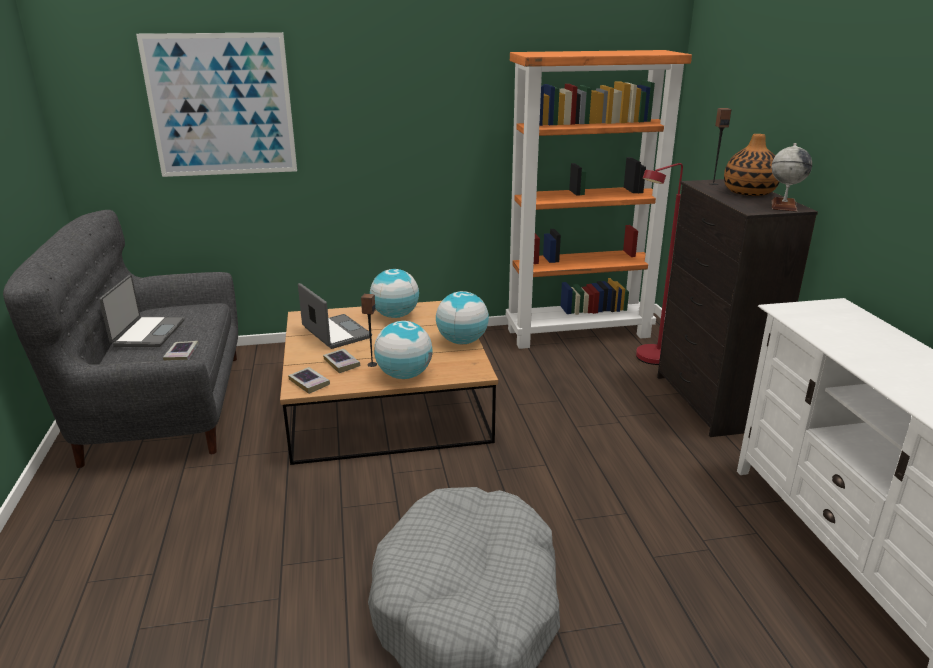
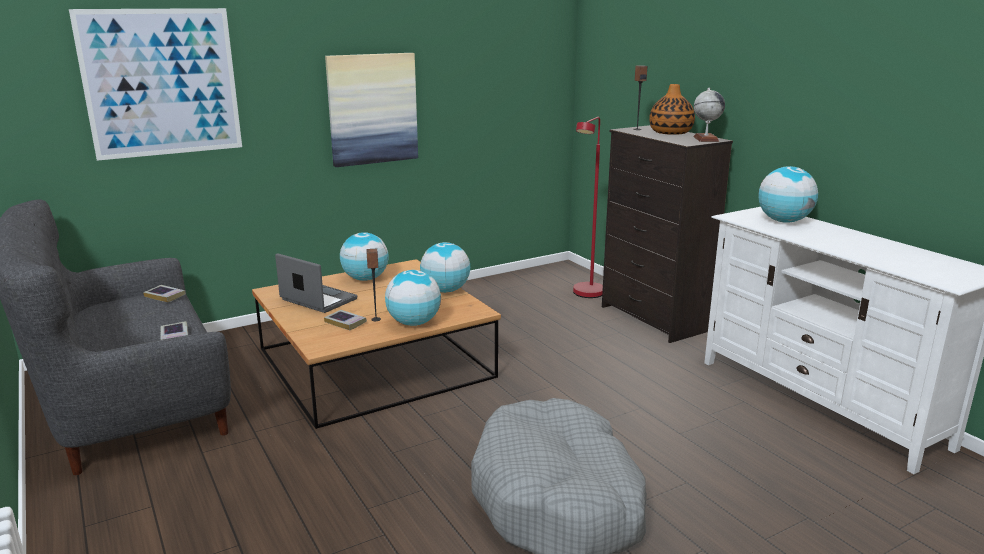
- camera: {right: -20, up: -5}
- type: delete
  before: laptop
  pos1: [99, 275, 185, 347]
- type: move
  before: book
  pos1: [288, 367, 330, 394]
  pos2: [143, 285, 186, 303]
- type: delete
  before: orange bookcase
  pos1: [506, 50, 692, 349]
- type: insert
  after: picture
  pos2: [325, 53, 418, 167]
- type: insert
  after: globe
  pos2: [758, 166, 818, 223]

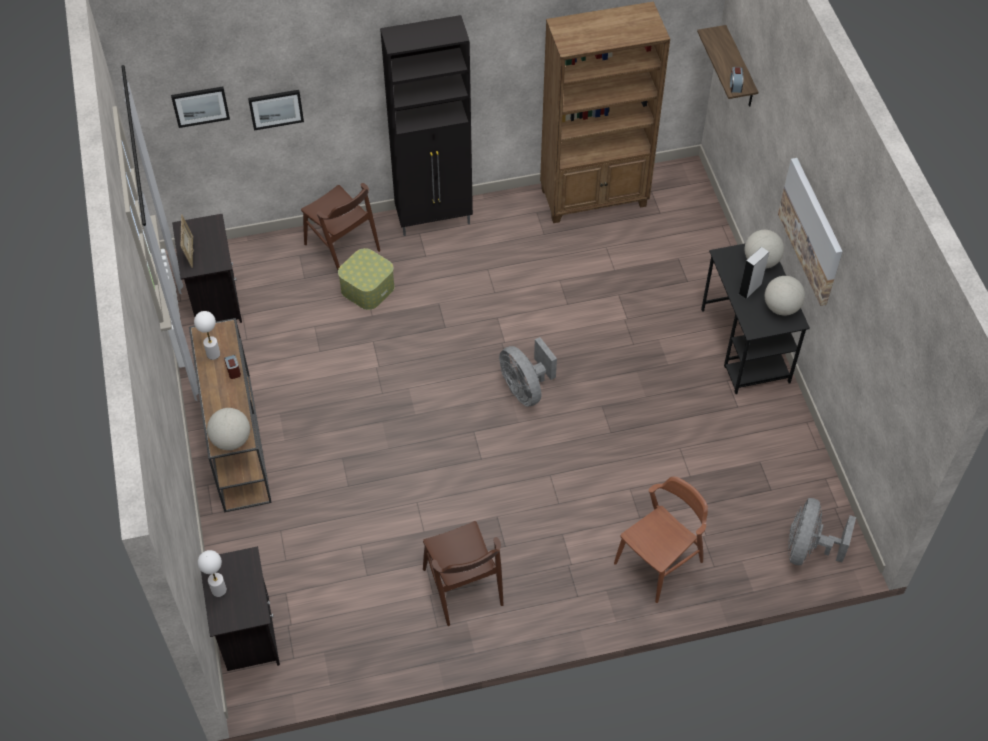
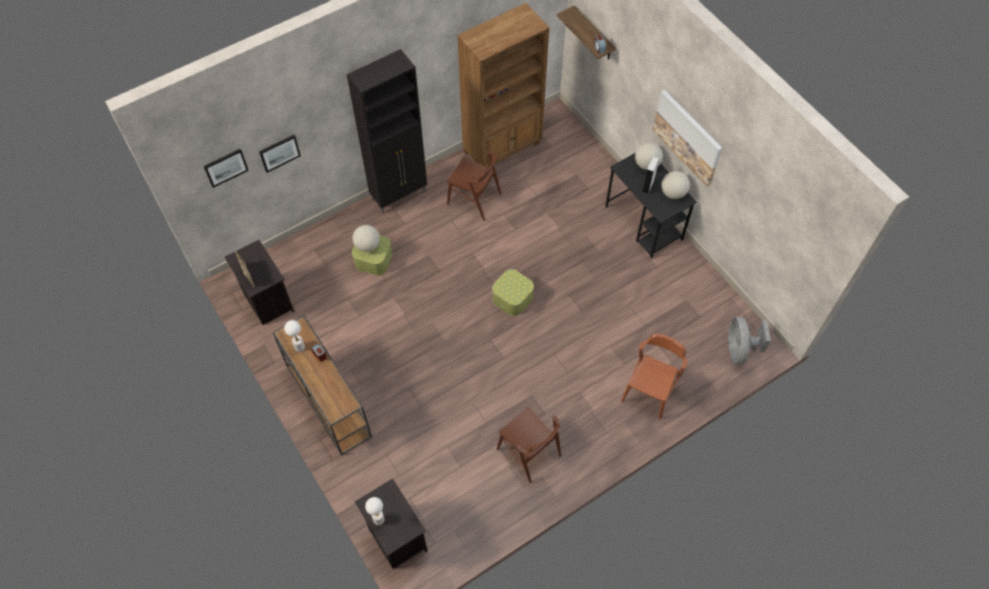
- camera: {right: -20, up: 5}
- type: move
  before: globe
  pos1: [207, 408, 250, 450]
  pos2: [352, 225, 380, 252]
- type: move
  before: brown chair
  pos1: [301, 183, 380, 270]
  pos2: [447, 151, 502, 221]
- type: replace
  before: grey fan
  after: storage box
  pos1: [499, 337, 557, 407]
  pos2: [492, 269, 534, 316]

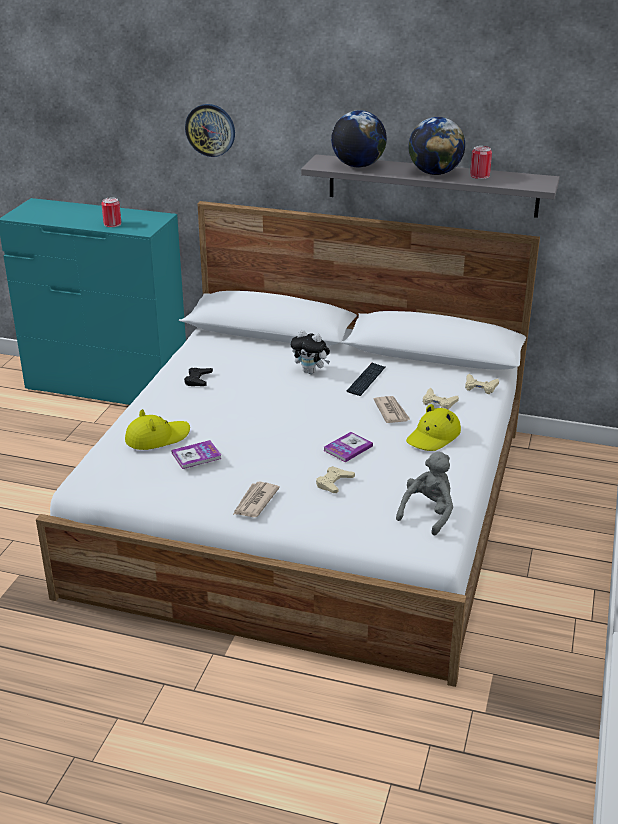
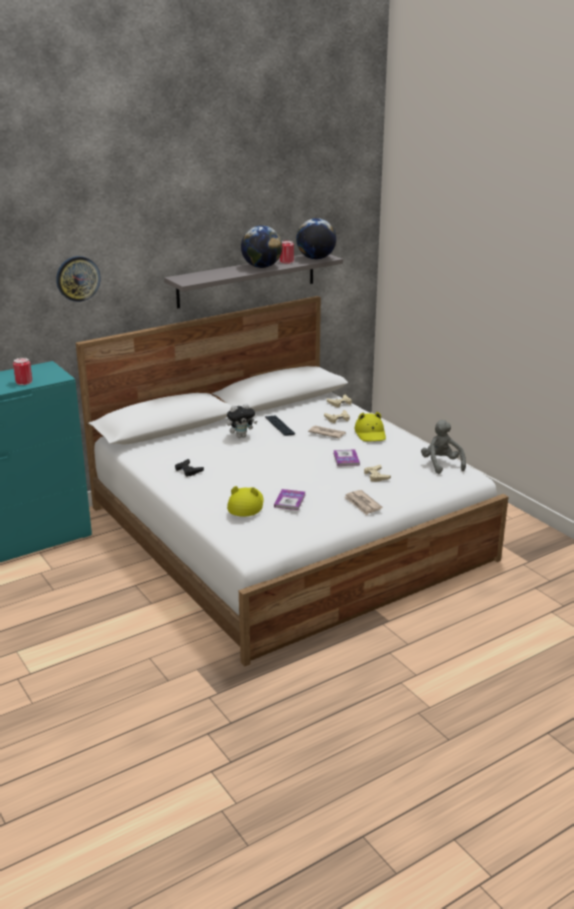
- camera: {right: -50, up: -5}
- type: move
  before: globe
  pos1: [331, 110, 387, 168]
  pos2: [296, 218, 336, 259]

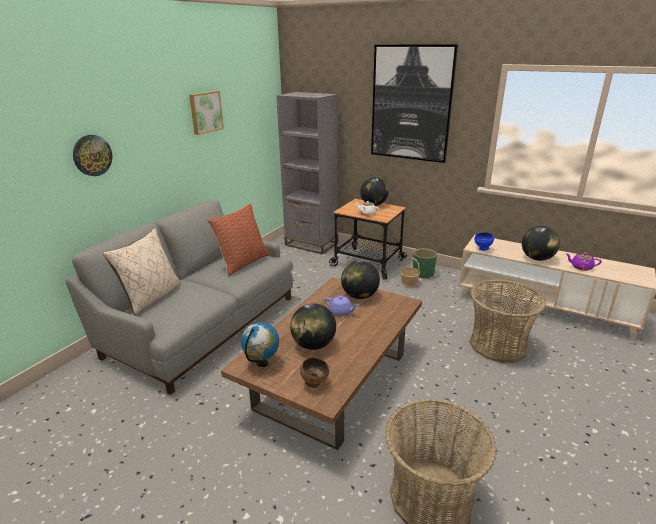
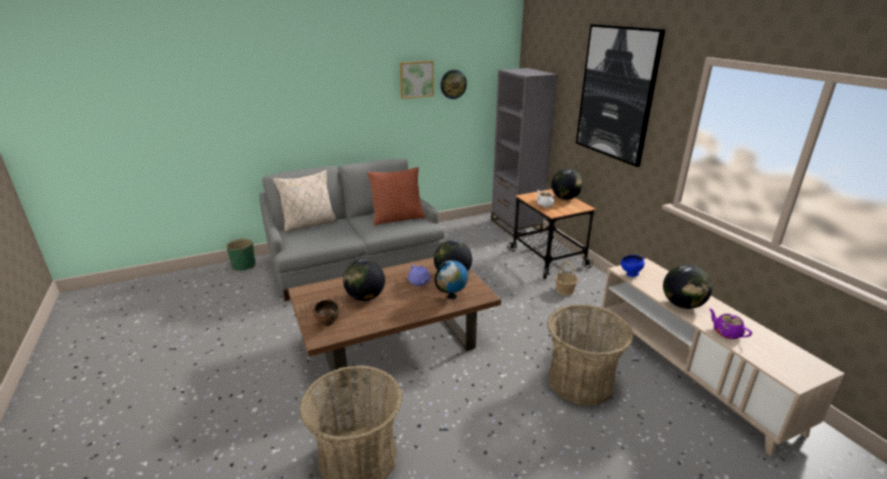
- camera: {right: 35, up: 0}
- type: move
  before: wall clock
  pos1: [73, 135, 112, 176]
  pos2: [440, 70, 467, 99]
- type: move
  before: globe
  pos1: [241, 322, 279, 367]
  pos2: [435, 260, 468, 300]
- type: move
  before: green planter
  pos1: [413, 248, 437, 279]
  pos2: [226, 239, 256, 271]

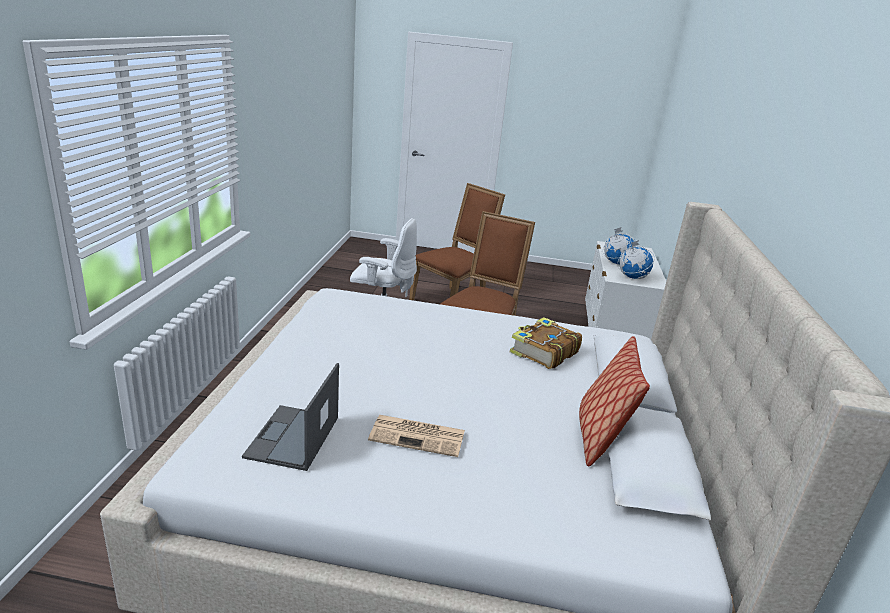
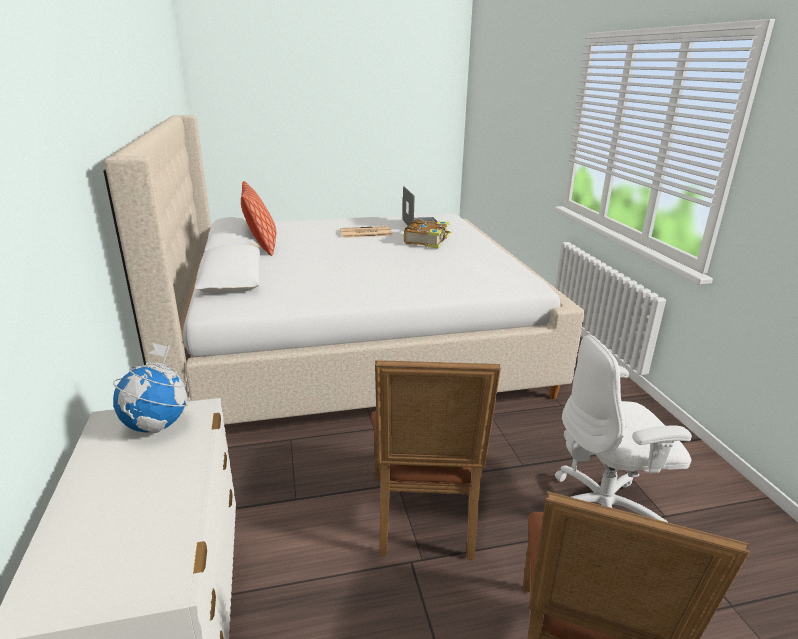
- camera: {right: 160, up: 0}
- type: move
  before: book
  pos1: [510, 317, 582, 369]
  pos2: [404, 219, 452, 248]
- type: delete
  before: globe
  pos1: [602, 227, 637, 264]

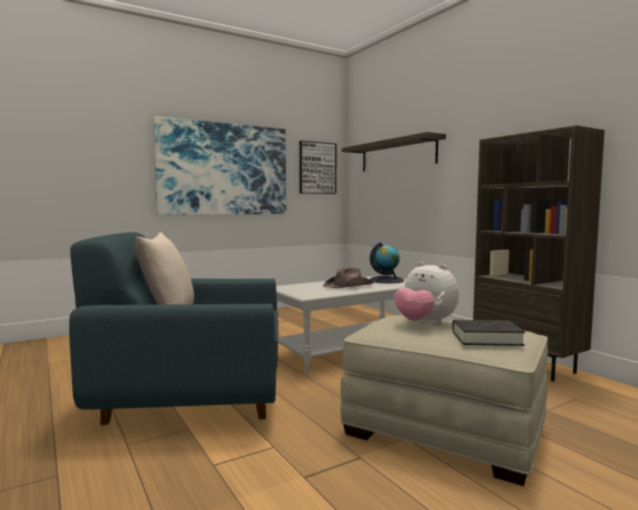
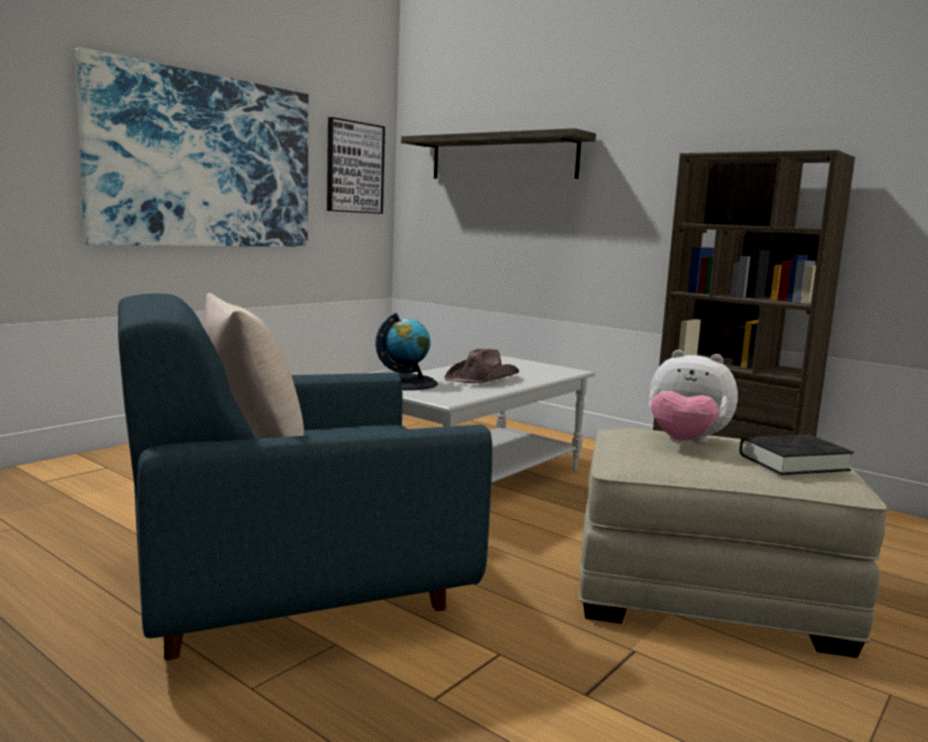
- camera: {right: -20, up: 5}
- type: move
  before: globe
  pos1: [370, 242, 404, 283]
  pos2: [375, 313, 438, 390]

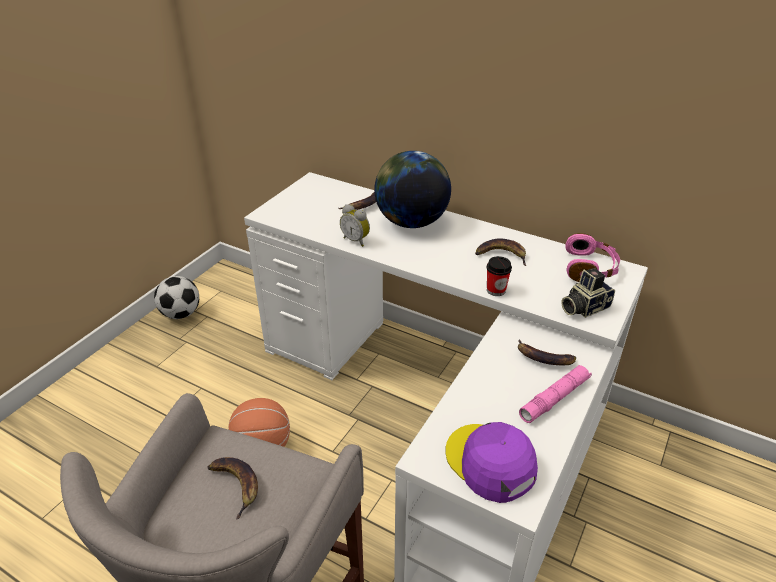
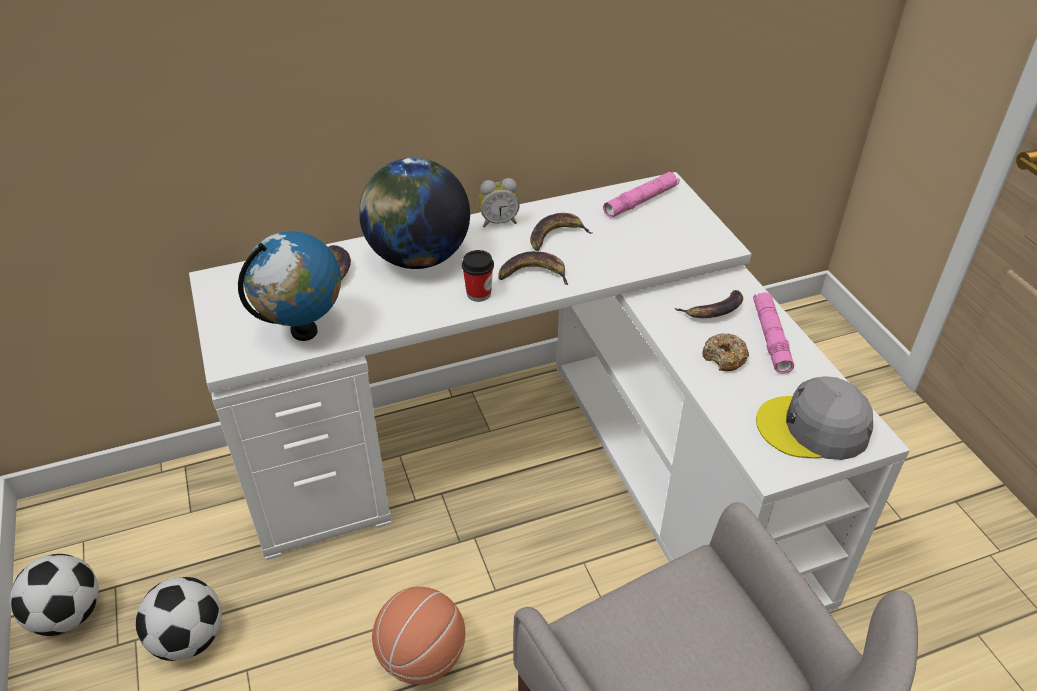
- camera: {right: -50, up: 5}
- type: move
  before: banana
  pos1: [207, 457, 258, 520]
  pos2: [498, 251, 568, 285]
- type: move
  before: alarm clock
  pos1: [340, 204, 370, 247]
  pos2: [478, 178, 520, 228]
- type: recolor
  before: purple cap
  after: grey cap
  pos1: [446, 422, 538, 503]
  pos2: [756, 376, 873, 460]
- type: move
  before: cup
  pos1: [486, 256, 512, 296]
  pos2: [462, 250, 494, 302]
- type: delete
  before: photo camera
  pos1: [561, 268, 615, 318]
- type: replace
  before: pink headphones
  after: pink flashlight
  pos1: [565, 233, 620, 282]
  pos2: [603, 172, 680, 218]
- type: insert
  after: football
  pos2: [136, 577, 222, 661]
- type: insert
  after: globe
  pos2: [238, 231, 341, 341]
- type: insert
  after: donut
  pos2: [702, 333, 749, 371]

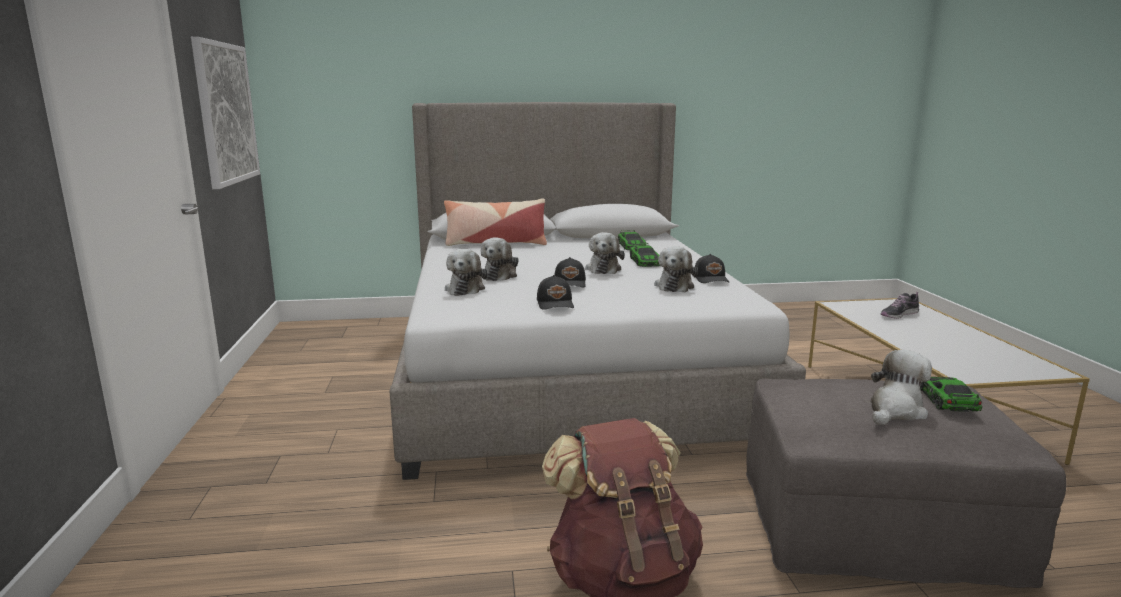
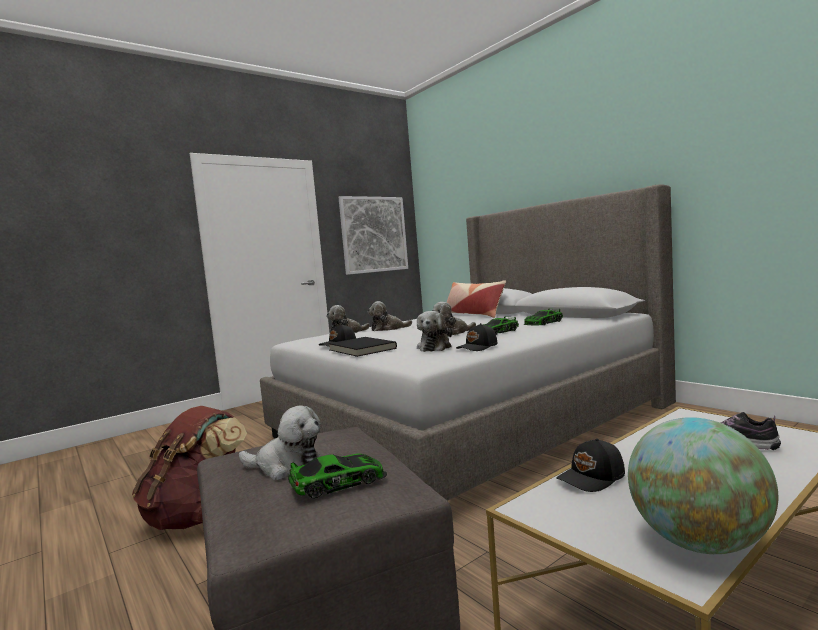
- camera: {right: 60, up: -10}
- type: move
  before: black cap
  pos1: [554, 257, 586, 287]
  pos2: [556, 438, 625, 492]
- type: rotate
  before: plush toy
  pos1: [654, 246, 698, 293]
  pos2: [417, 311, 452, 352]
  turn: -60
- type: insert
  after: black book
  pos2: [329, 337, 397, 357]
- type: insert
  after: globe
  pos2: [628, 417, 778, 554]

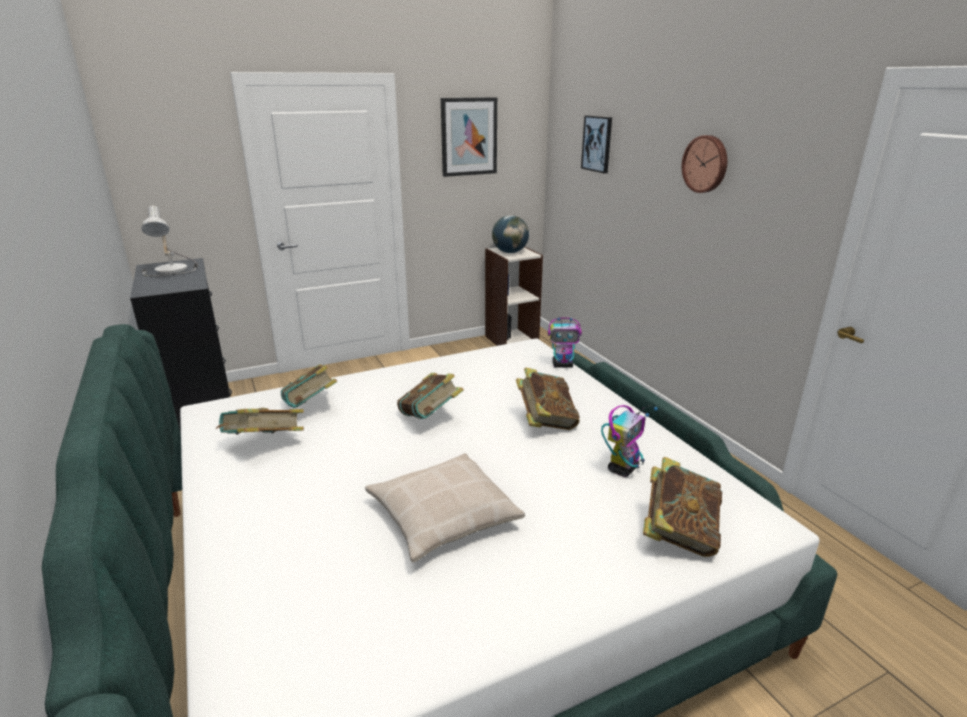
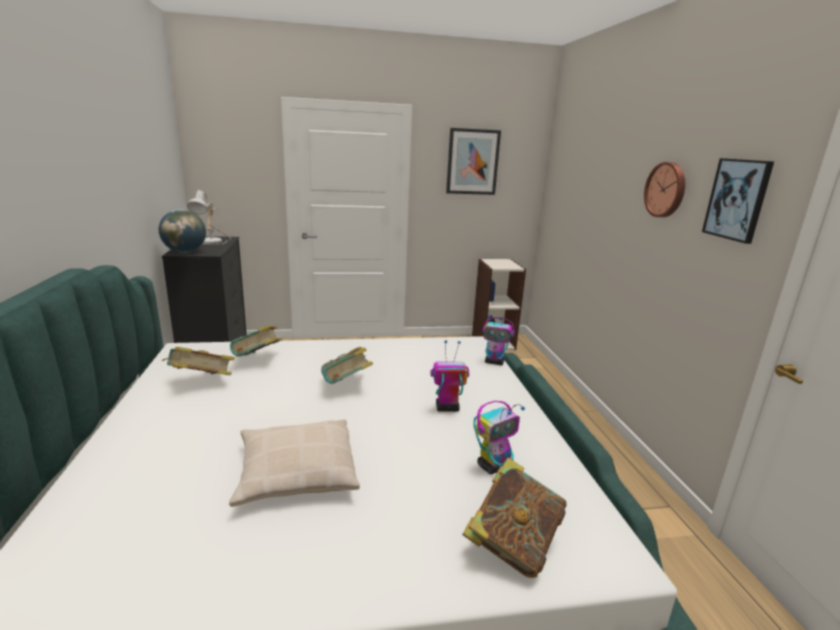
- camera: {right: 15, up: -5}
- type: move
  before: globe
  pos1: [492, 215, 529, 253]
  pos2: [159, 209, 206, 253]
- type: replace
  before: book
  after: toy robot
  pos1: [516, 367, 580, 430]
  pos2: [430, 340, 469, 412]
- type: move
  before: picture
  pos1: [581, 116, 612, 173]
  pos2: [702, 158, 774, 244]

